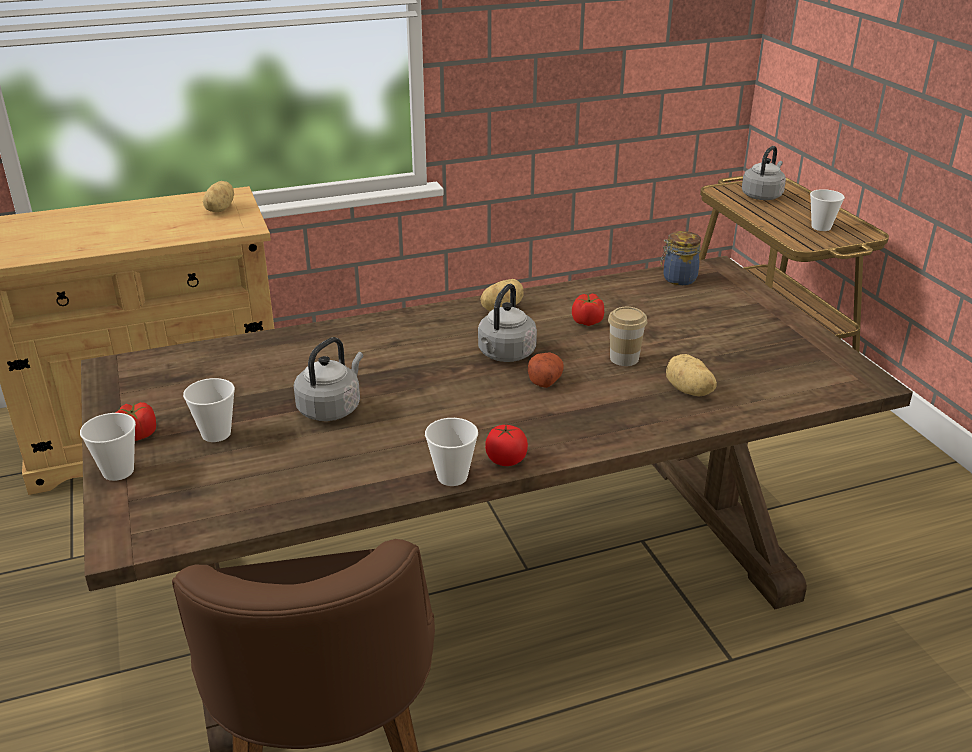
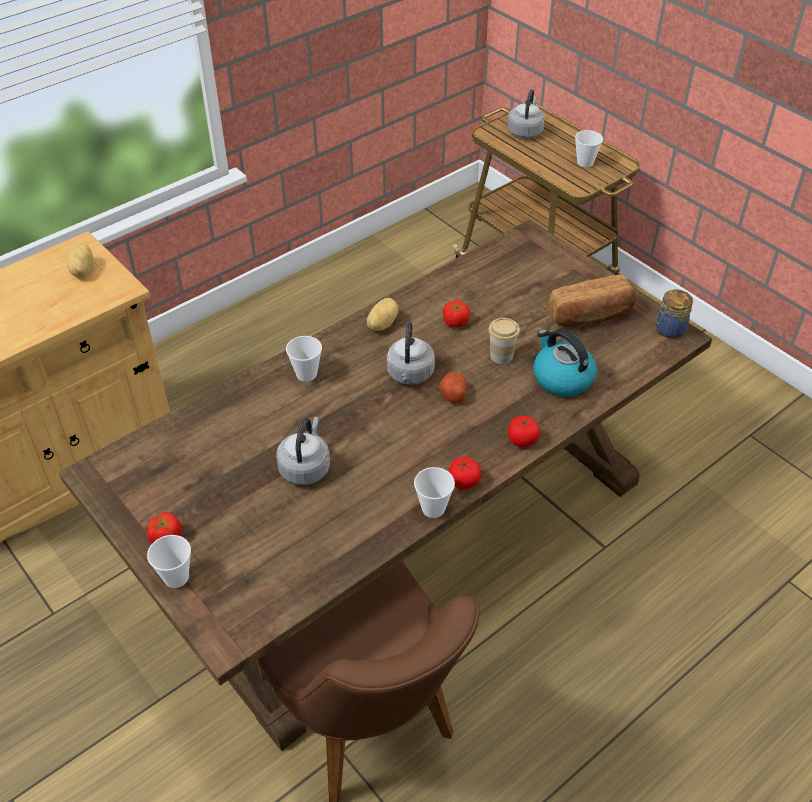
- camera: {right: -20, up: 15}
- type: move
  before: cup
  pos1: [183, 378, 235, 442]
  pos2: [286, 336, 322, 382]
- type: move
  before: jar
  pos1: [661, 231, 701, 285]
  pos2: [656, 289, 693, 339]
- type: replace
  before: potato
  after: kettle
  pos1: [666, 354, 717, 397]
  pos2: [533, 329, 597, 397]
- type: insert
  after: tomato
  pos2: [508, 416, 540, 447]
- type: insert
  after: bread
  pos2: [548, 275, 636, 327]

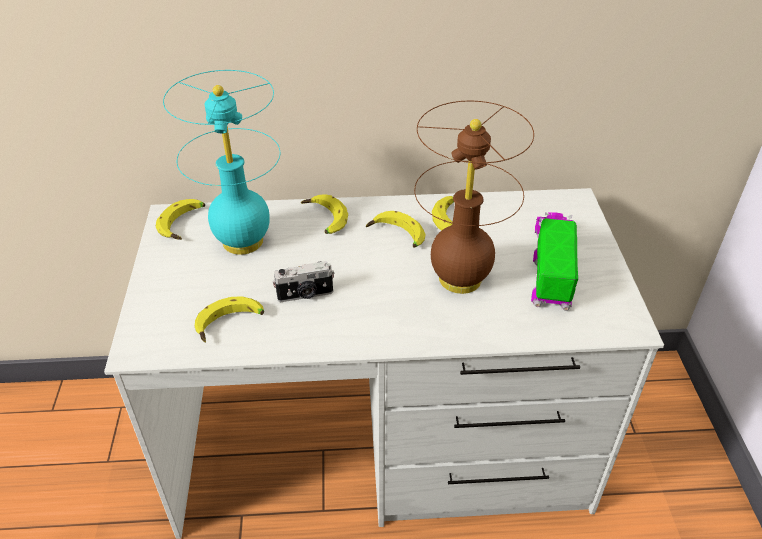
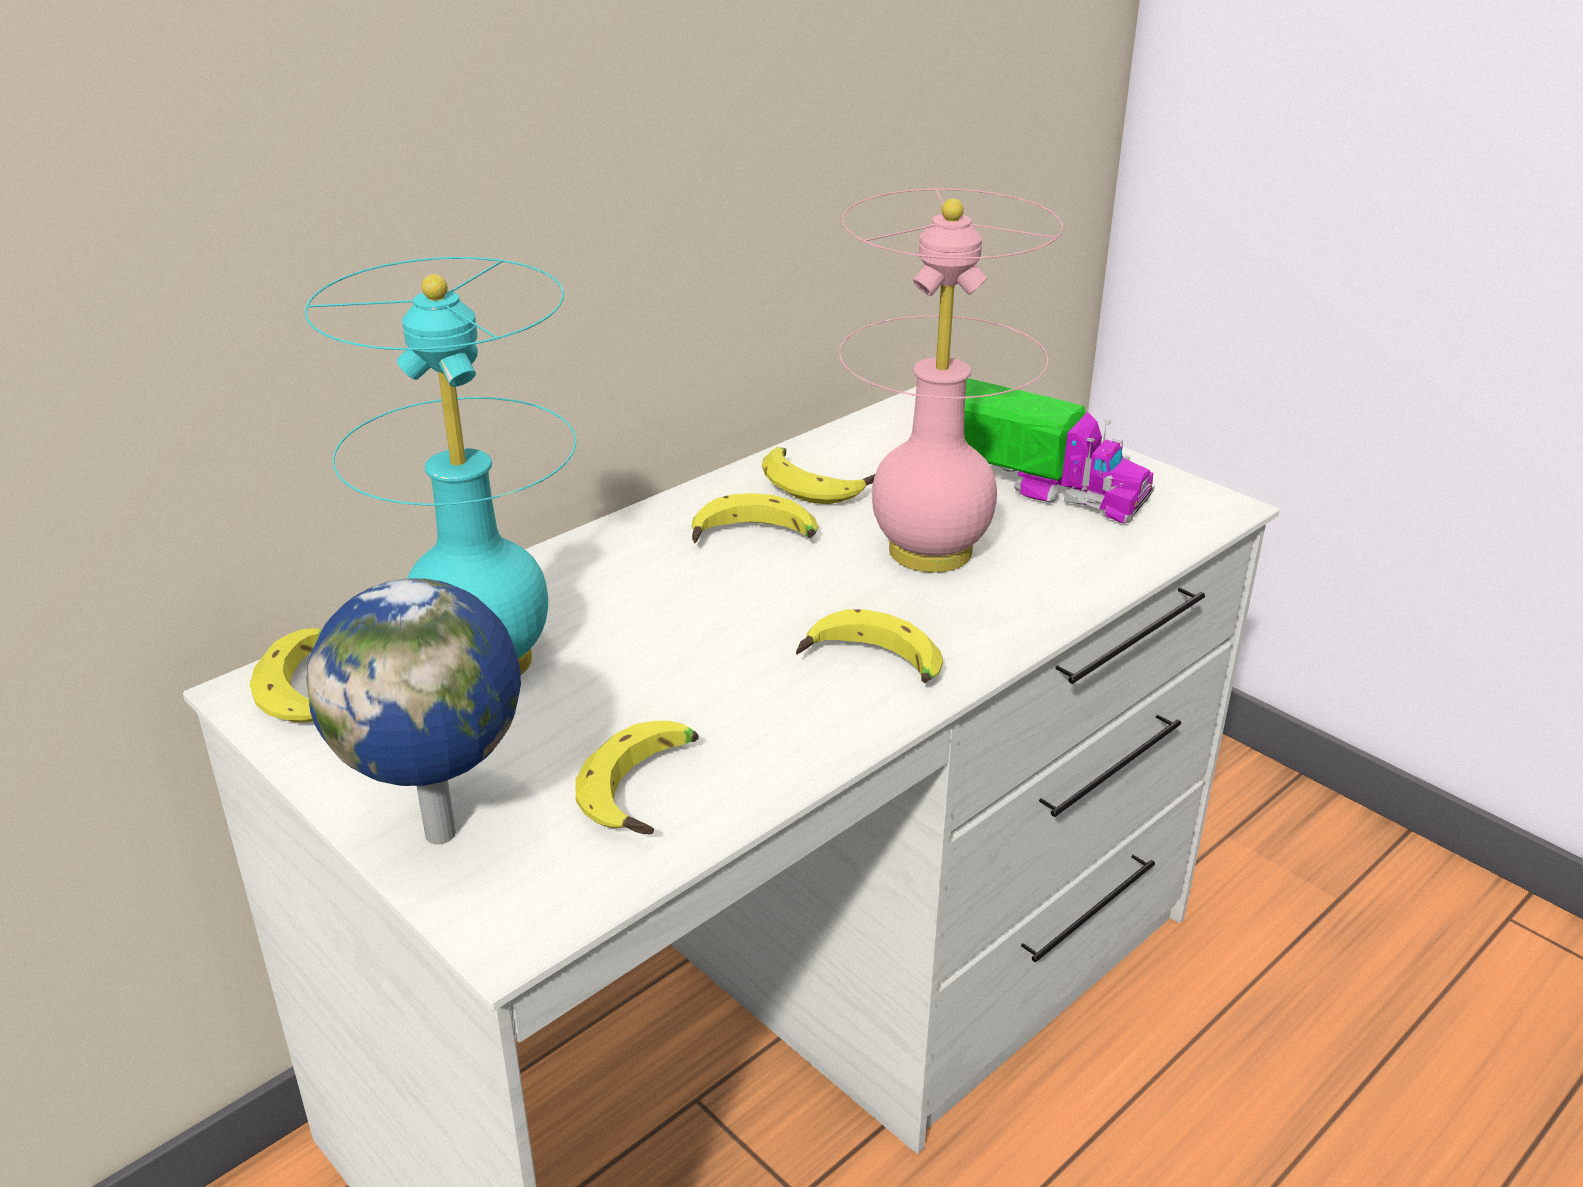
- camera: {right: -40, up: -10}
- type: delete
  before: photo camera
  pos1: [273, 261, 334, 302]
- type: move
  before: banana
  pos1: [301, 194, 348, 234]
  pos2: [796, 610, 943, 683]
- type: recolor
  before: brown table lamp
  after: pink table lamp
  pos1: [414, 101, 534, 294]
  pos2: [839, 188, 1063, 573]
- type: rotate
  before: toy truck
  pos1: [531, 212, 578, 311]
  pos2: [964, 378, 1155, 524]
  turn: 150
- type: insert
  after: globe
  pos2: [306, 579, 521, 845]

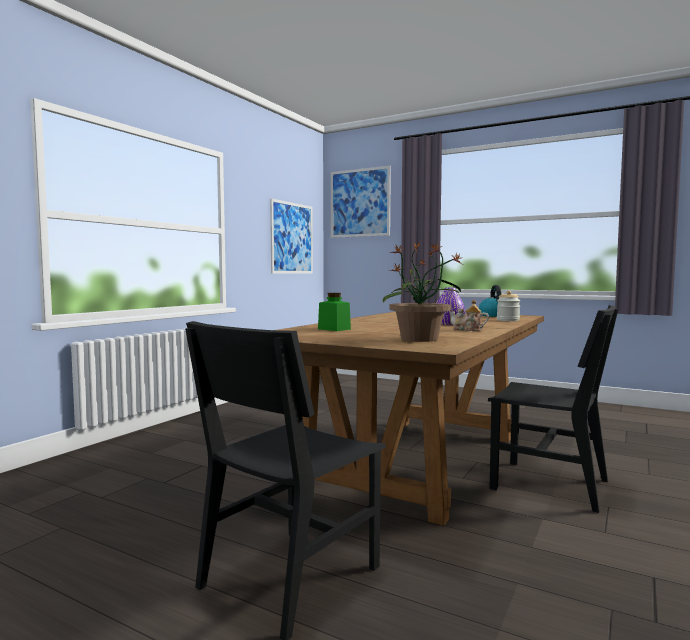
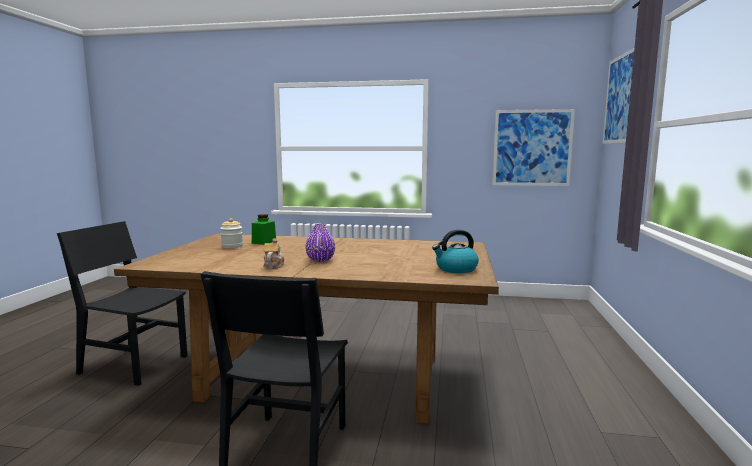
- camera: {right: 70, up: 5}
- type: delete
  before: potted plant
  pos1: [383, 241, 462, 342]
- type: move
  before: jar
  pos1: [497, 290, 520, 321]
  pos2: [220, 218, 243, 248]

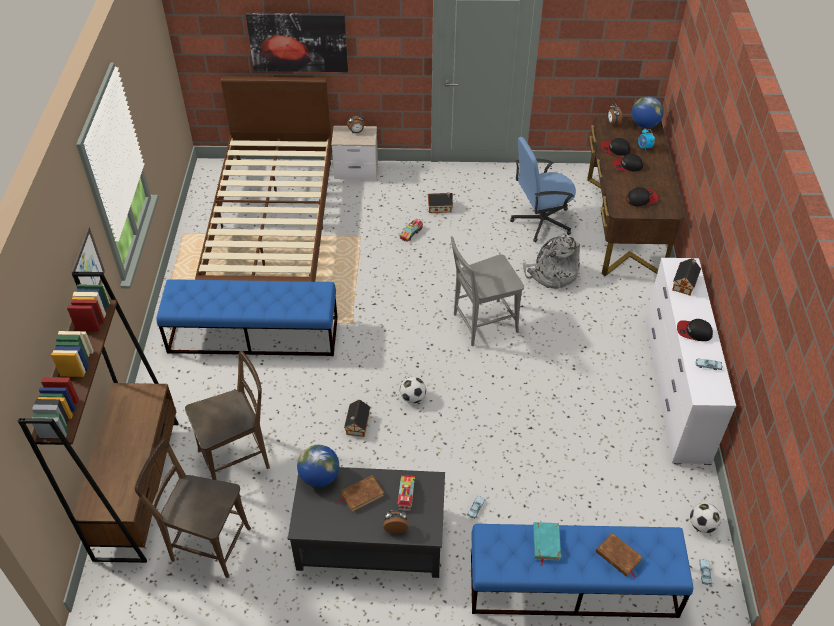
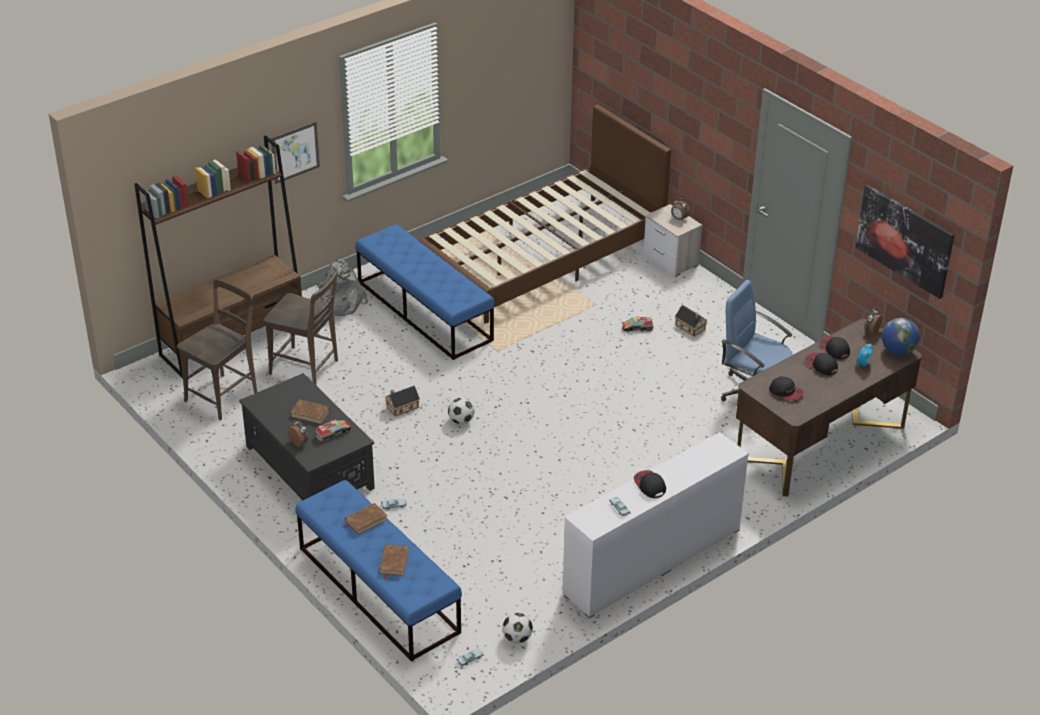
- camera: {right: 50, up: -10}
- type: rotate
  before: brown chair
  pos1: [135, 438, 251, 578]
  pos2: [177, 278, 257, 420]
  turn: 60
- type: move
  before: picture
  pos1: [246, 13, 348, 72]
  pos2: [856, 185, 954, 299]
- type: delete
  before: globe
  pos1: [297, 445, 339, 487]
- type: delete
  before: grey chair
  pos1: [451, 236, 524, 346]
- type: move
  before: grey backpack
  pos1: [523, 233, 580, 289]
  pos2: [317, 259, 368, 316]
- type: recolor
  before: turquoise book
  after: brown book
  pos1: [533, 522, 561, 566]
  pos2: [344, 503, 387, 535]
- type: delete
  before: toy house
  pos1: [672, 258, 701, 296]

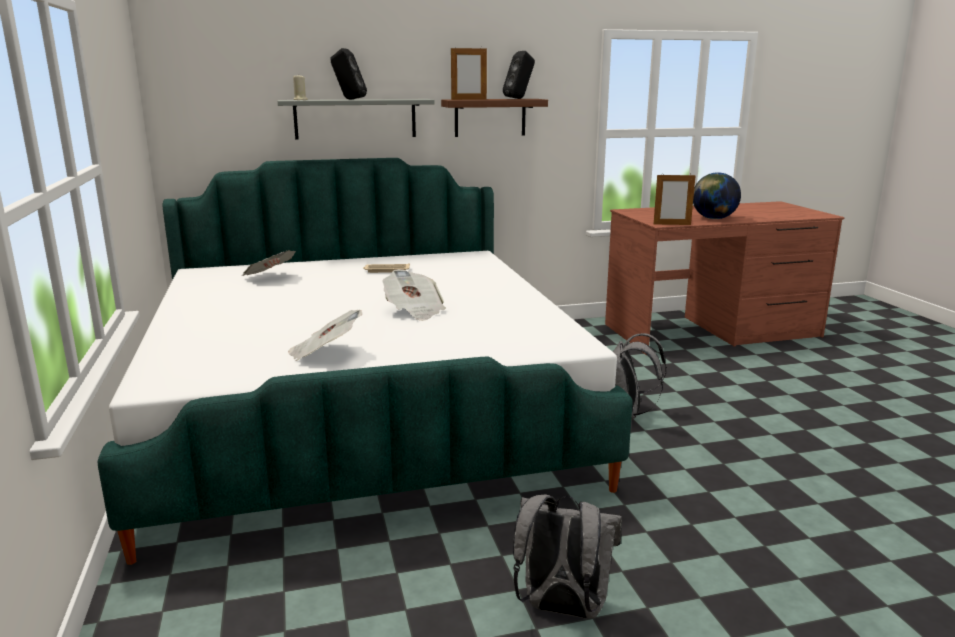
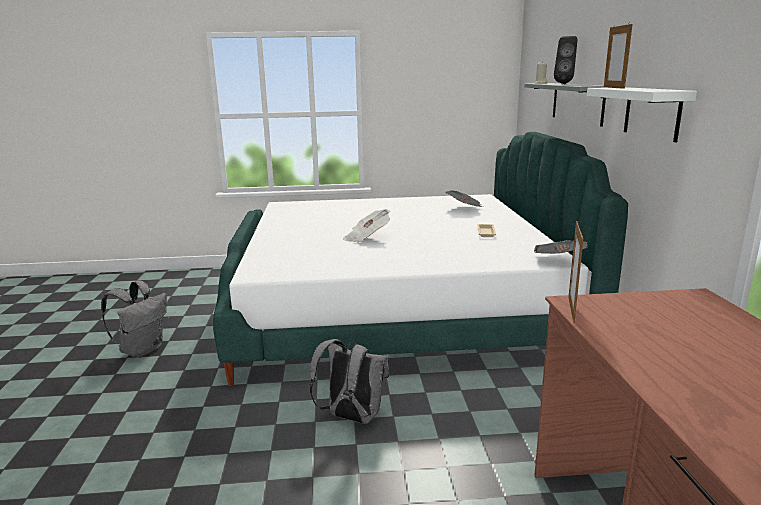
- camera: {right: 100, up: 0}
- type: move
  before: newspaper
  pos1: [288, 310, 362, 361]
  pos2: [534, 240, 588, 254]
- type: recolor
  before: brown shelf
  after: white shelf
  pos1: [441, 99, 548, 137]
  pos2: [587, 87, 697, 142]
- type: delete
  before: black speaker
  pos1: [503, 51, 535, 99]
- type: delete
  before: globe
  pos1: [693, 172, 741, 219]

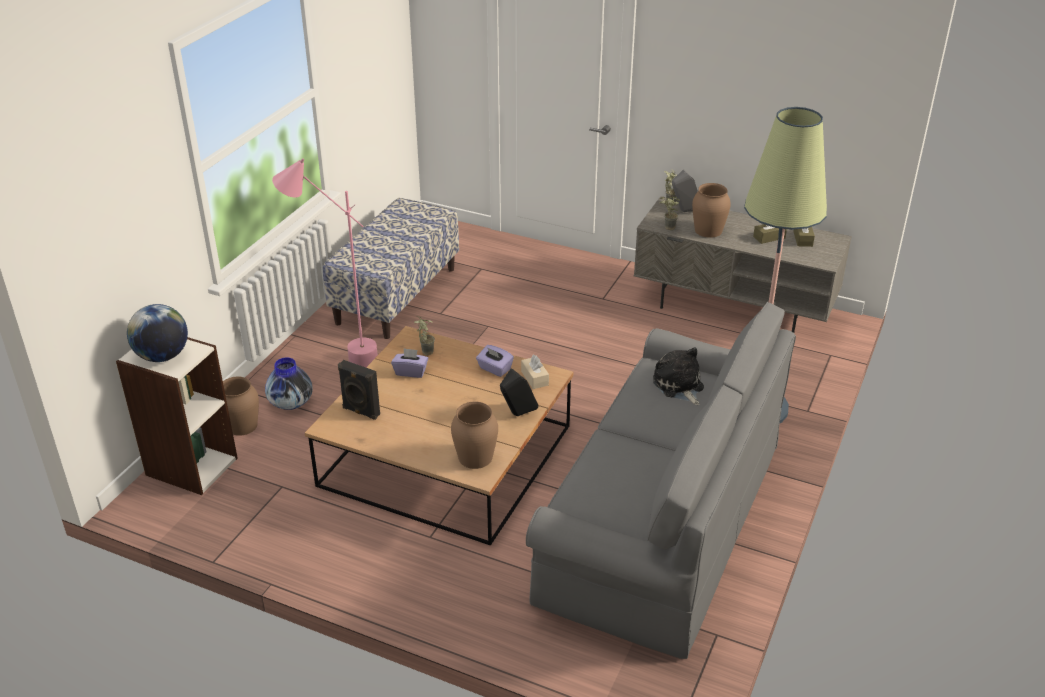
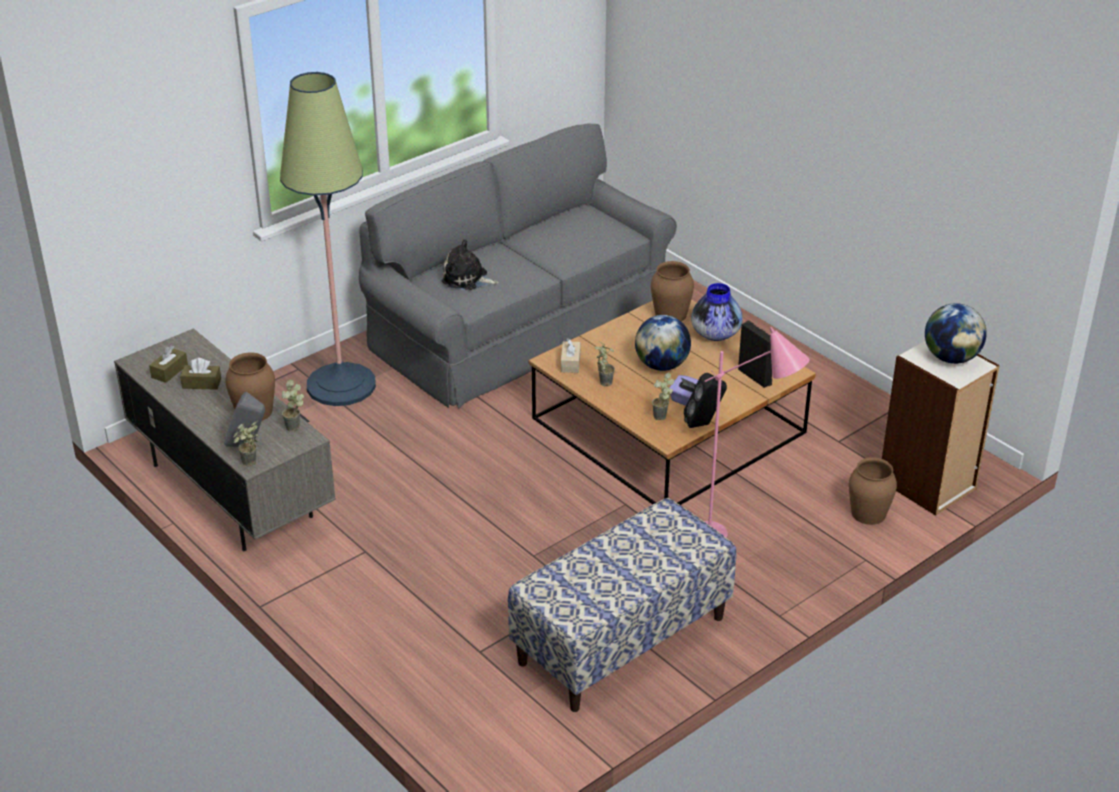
- camera: {right: -155, up: 0}
- type: move
  before: vase
  pos1: [265, 357, 313, 410]
  pos2: [691, 283, 742, 341]
- type: replace
  before: purple tissue box
  after: potted plant
  pos1: [476, 345, 514, 377]
  pos2: [594, 342, 615, 386]
- type: move
  before: black speaker
  pos1: [500, 368, 539, 416]
  pos2: [684, 373, 727, 428]
- type: rotate
  before: plush toy
  pos1: [653, 347, 704, 405]
  pos2: [442, 239, 499, 290]
  turn: 105
- type: insert
  after: globe
  pos2: [635, 315, 691, 371]

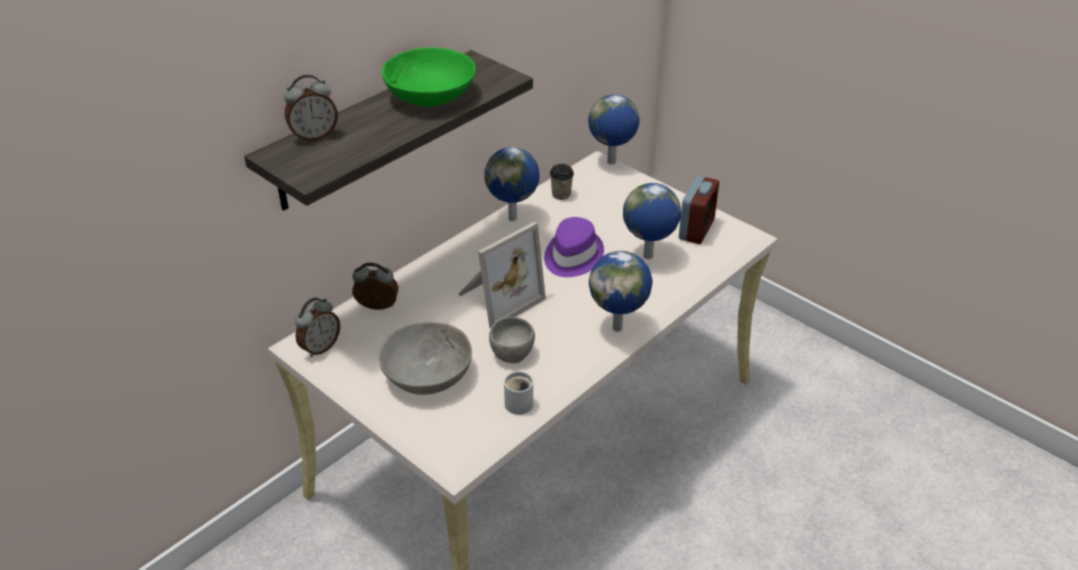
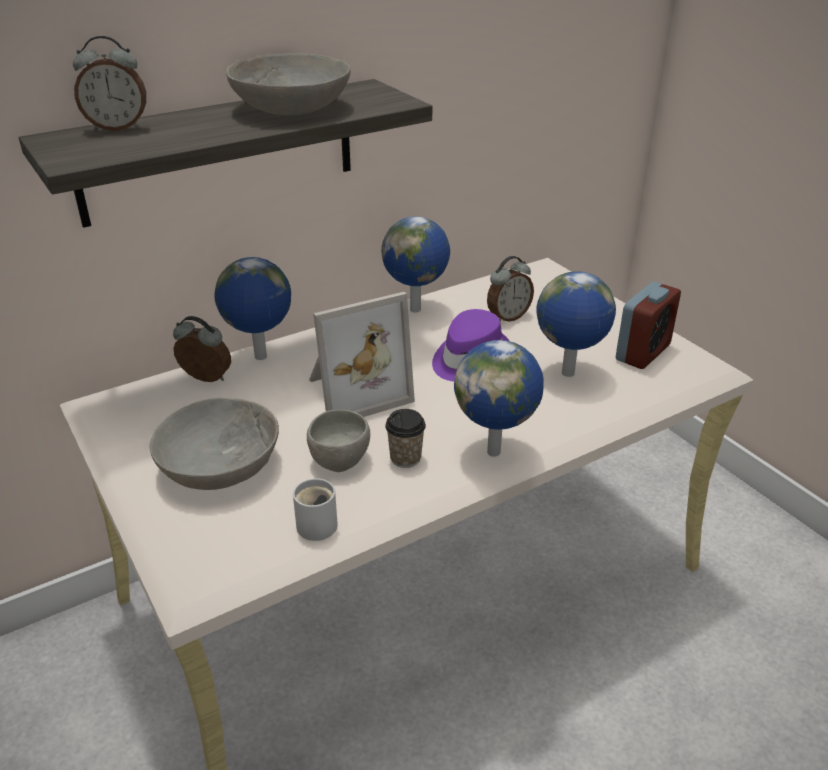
- camera: {right: 15, up: -5}
- type: move
  before: alarm clock
  pos1: [295, 298, 340, 357]
  pos2: [487, 256, 534, 322]
- type: recolor
  before: green bowl
  after: grey bowl
  pos1: [382, 48, 476, 107]
  pos2: [226, 53, 351, 115]
- type: move
  before: cup
  pos1: [550, 164, 574, 200]
  pos2: [385, 409, 426, 468]
- type: move
  before: globe
  pos1: [588, 94, 640, 165]
  pos2: [214, 257, 291, 360]

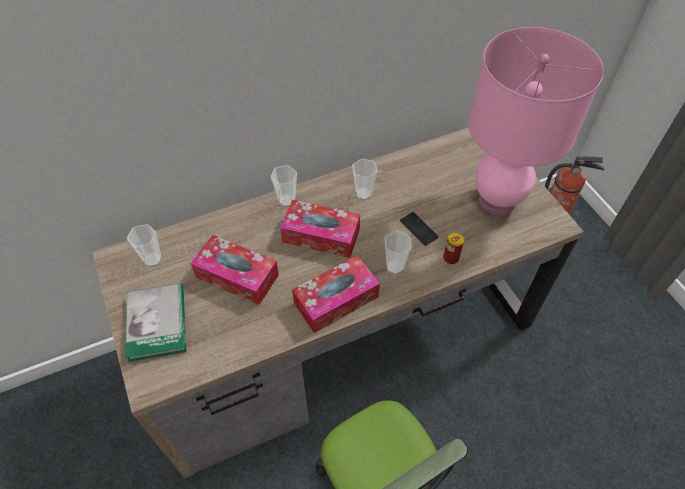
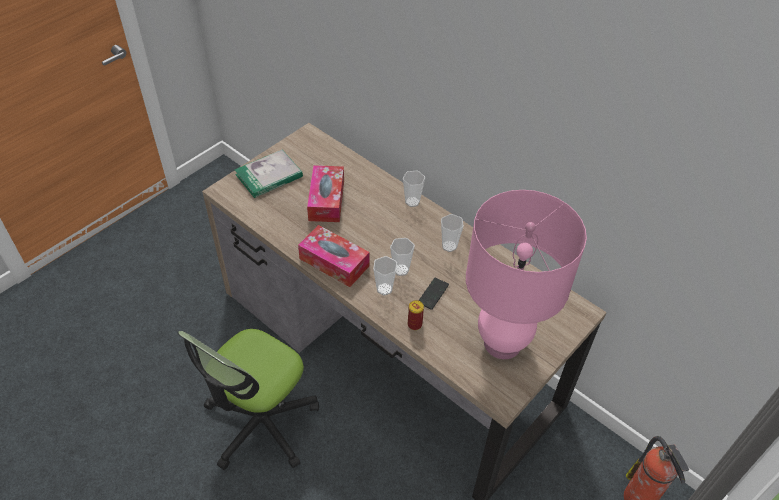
- camera: {right: 65, up: -5}
- type: move
  before: cup
  pos1: [127, 224, 162, 267]
  pos2: [390, 238, 415, 276]
- type: delete
  before: tissue box
  pos1: [280, 200, 360, 258]

